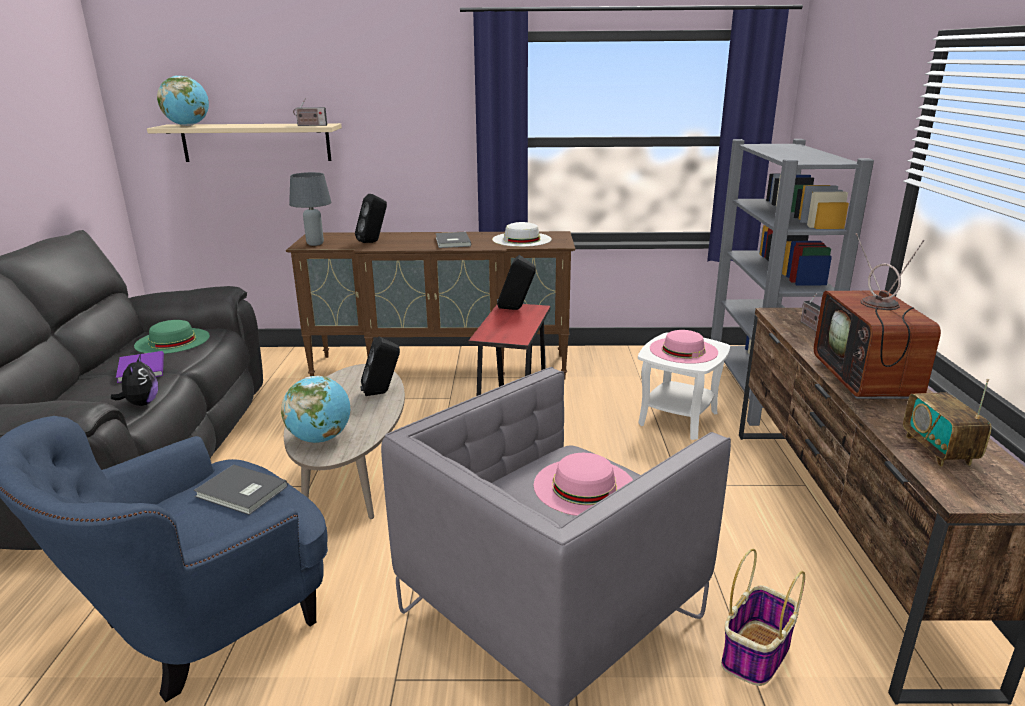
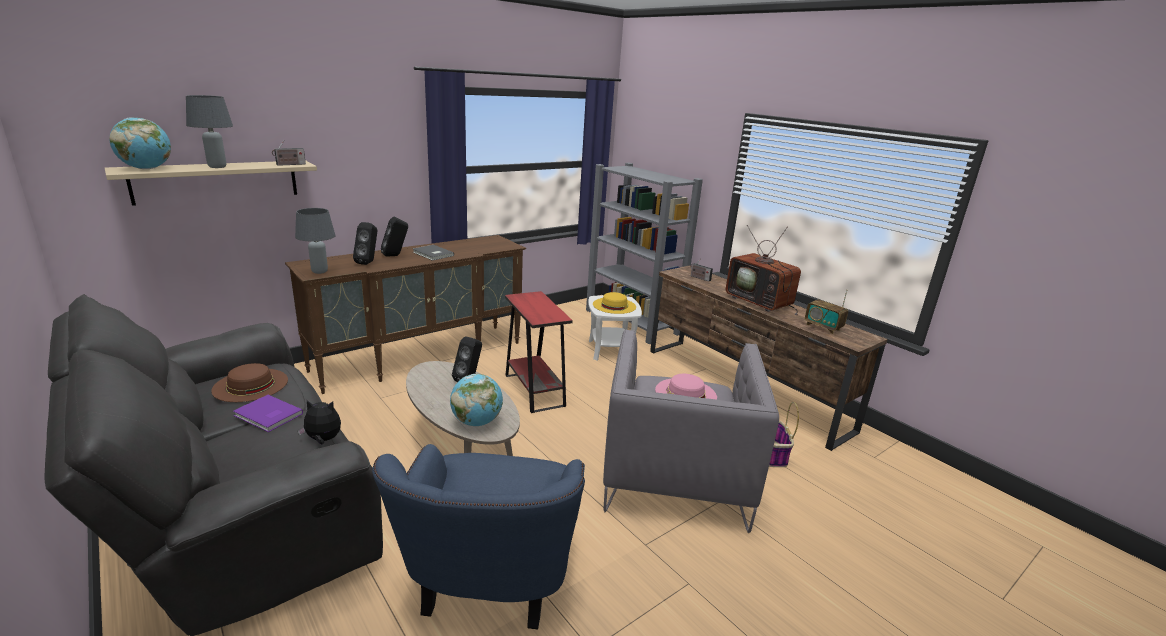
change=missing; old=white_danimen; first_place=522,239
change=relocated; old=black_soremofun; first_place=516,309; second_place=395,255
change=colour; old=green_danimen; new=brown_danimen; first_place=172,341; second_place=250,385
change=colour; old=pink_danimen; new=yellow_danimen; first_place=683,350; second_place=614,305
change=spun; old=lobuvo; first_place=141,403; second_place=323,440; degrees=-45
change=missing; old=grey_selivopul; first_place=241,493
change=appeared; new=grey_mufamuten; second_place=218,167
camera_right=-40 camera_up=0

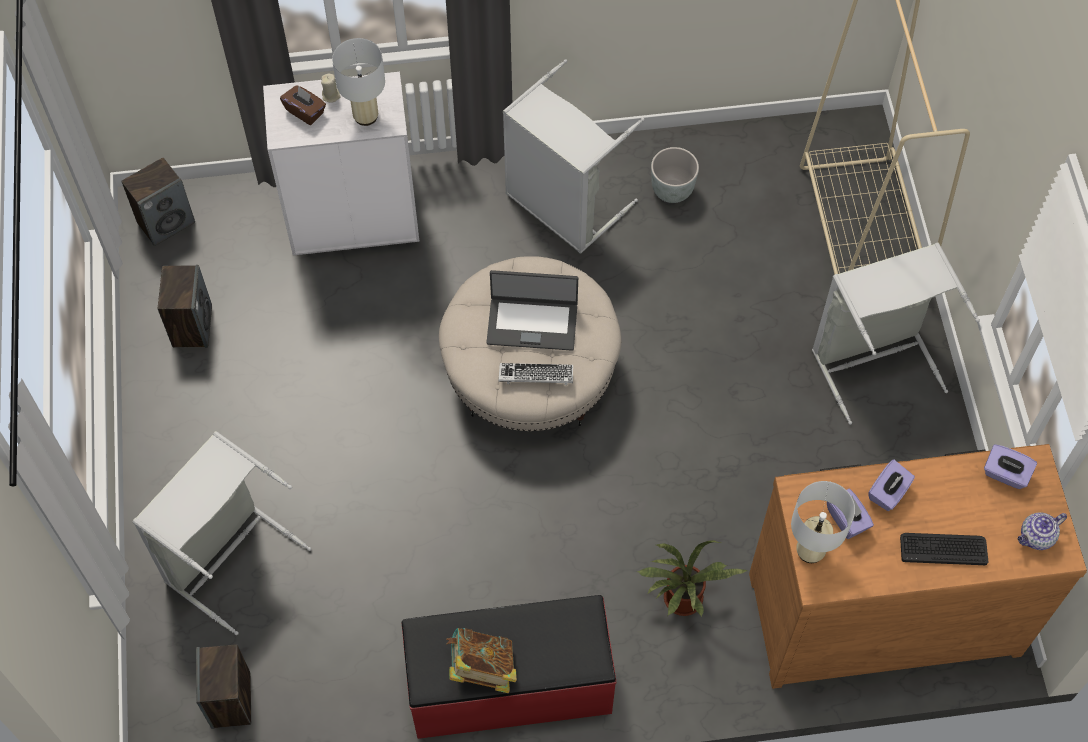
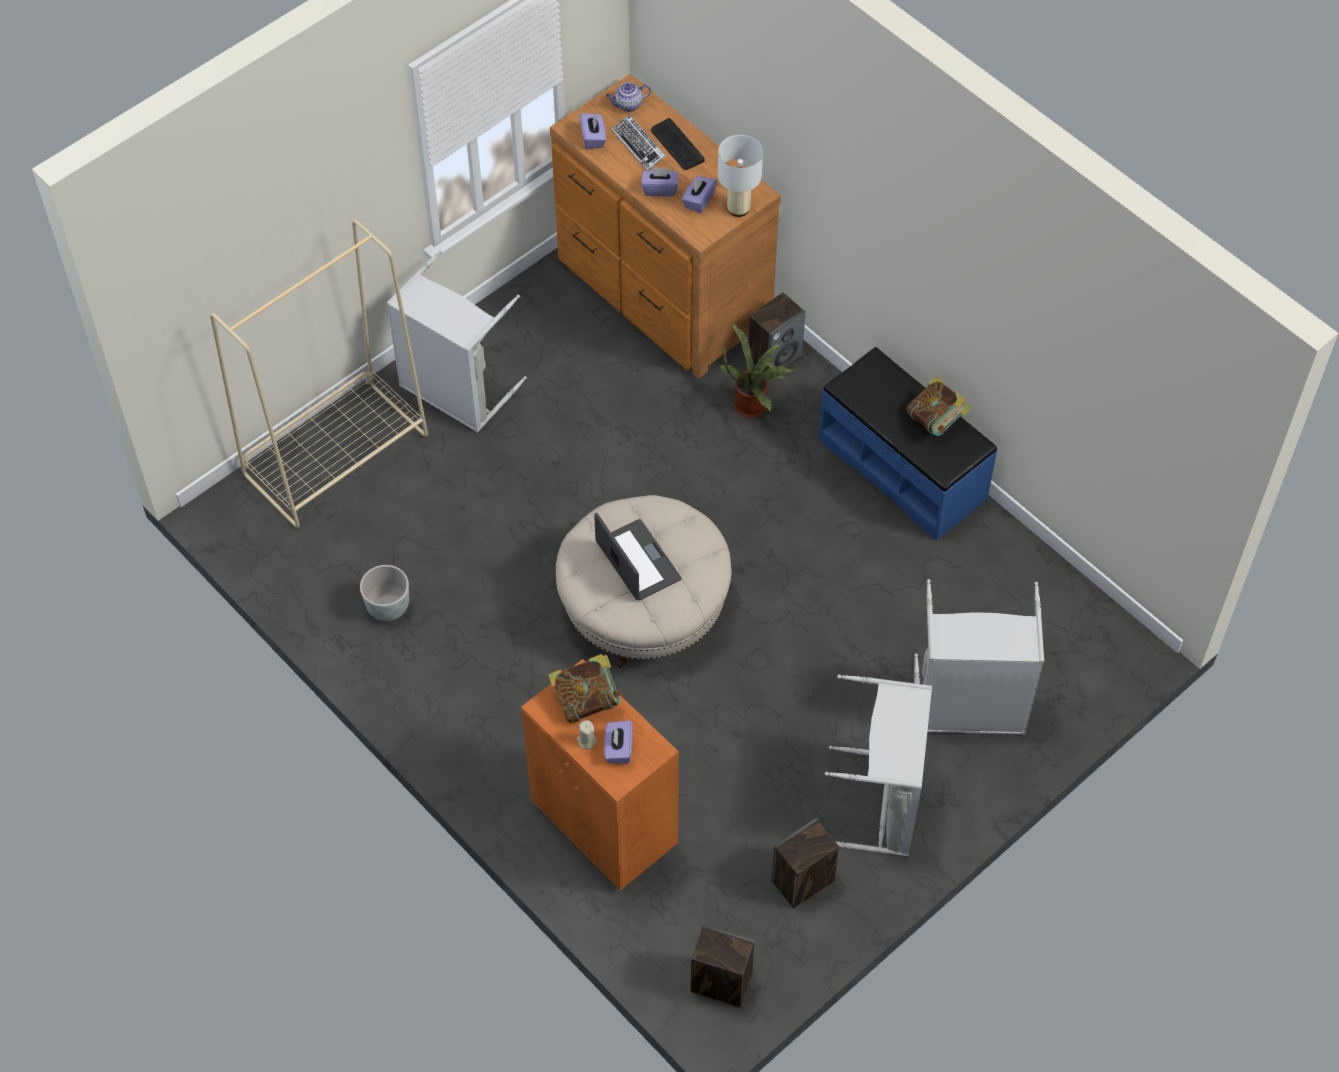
change=exchanged; old=white_mufamuten; new=selivopul; first_place=366,116; second_place=587,700
change=relocated; old=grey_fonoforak; first_place=562,206; second_place=883,803
change=colour; old=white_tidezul; new=orange_tidezul; first_place=356,223; second_place=602,825
change=colour; old=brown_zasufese; new=purple_zasufese; first_place=305,111; second_place=618,749
change=relocated; old=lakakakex; first_place=536,376; second_place=639,145
change=spun; old=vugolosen; first_place=1036,537; second_place=628,105; degrees=135
change=colour; old=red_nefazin; new=blue_nefazin; first_place=510,686; second_place=903,468
change=relocated; old=soremofun; first_place=231,700; second_place=774,357
camera_right=-125 camera_up=-5

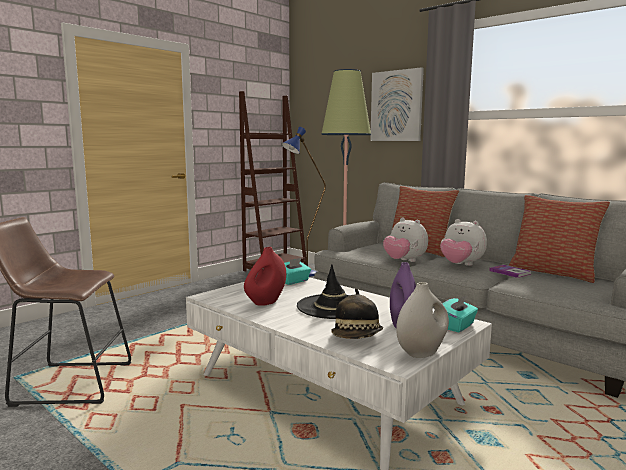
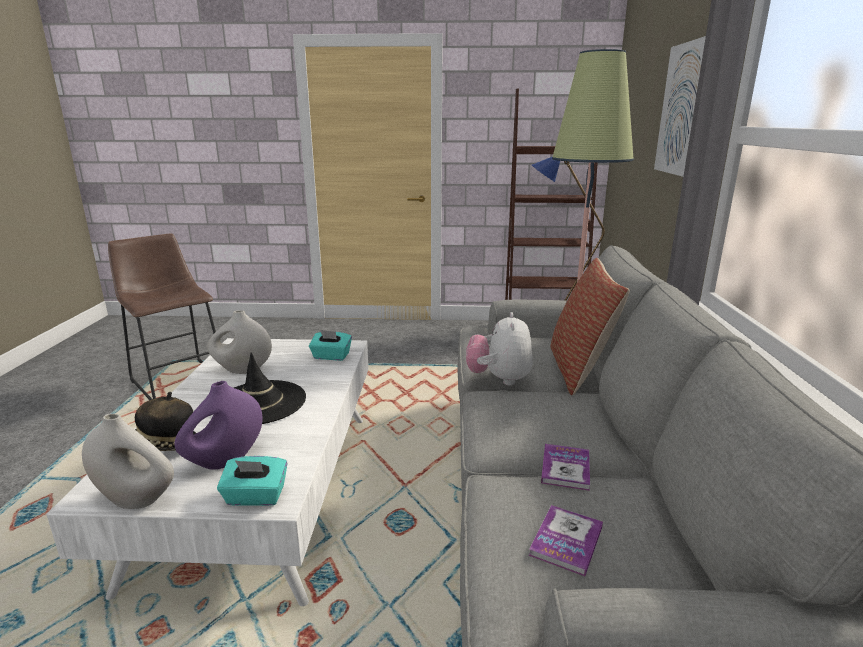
change=missing; old=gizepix; first_place=553,272
change=missing; old=lobuvo; first_place=461,265
change=colour; old=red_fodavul; new=white_fodavul; first_place=266,302; second_place=242,370
change=appeared; new=selivopul; second_place=566,541
camera_right=50 camera_up=10

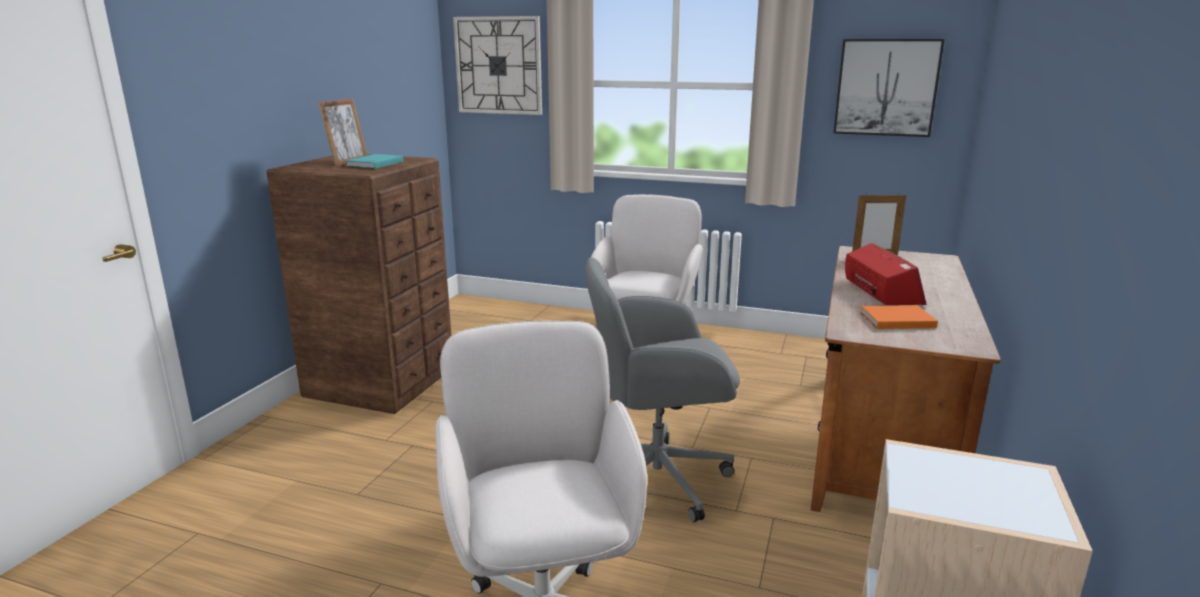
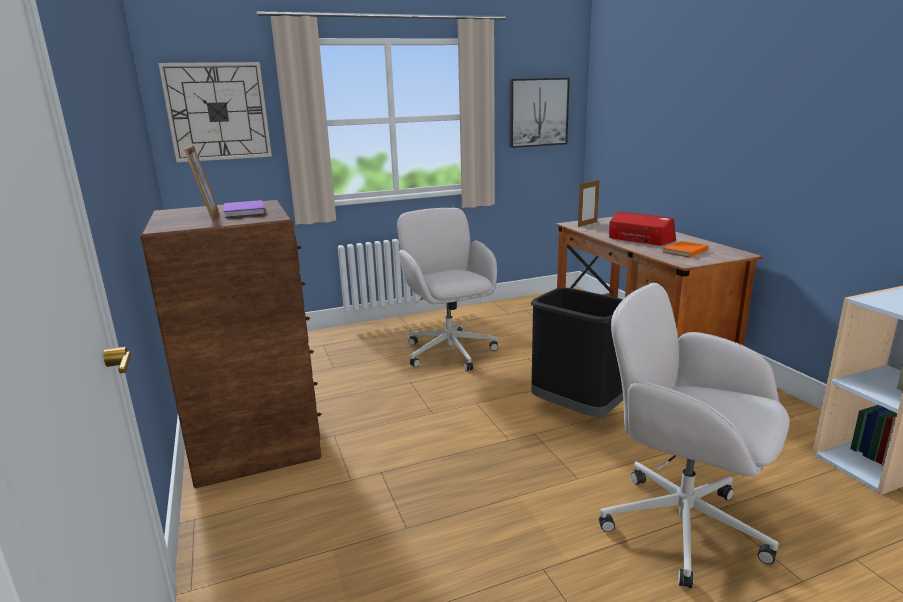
change=colour; old=turquoise_selivopul; new=purple_selivopul; first_place=373,164; second_place=243,212
change=exchanged; old=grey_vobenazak; new=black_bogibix; first_place=657,479; second_place=576,411
camera_right=-40 camera_up=0

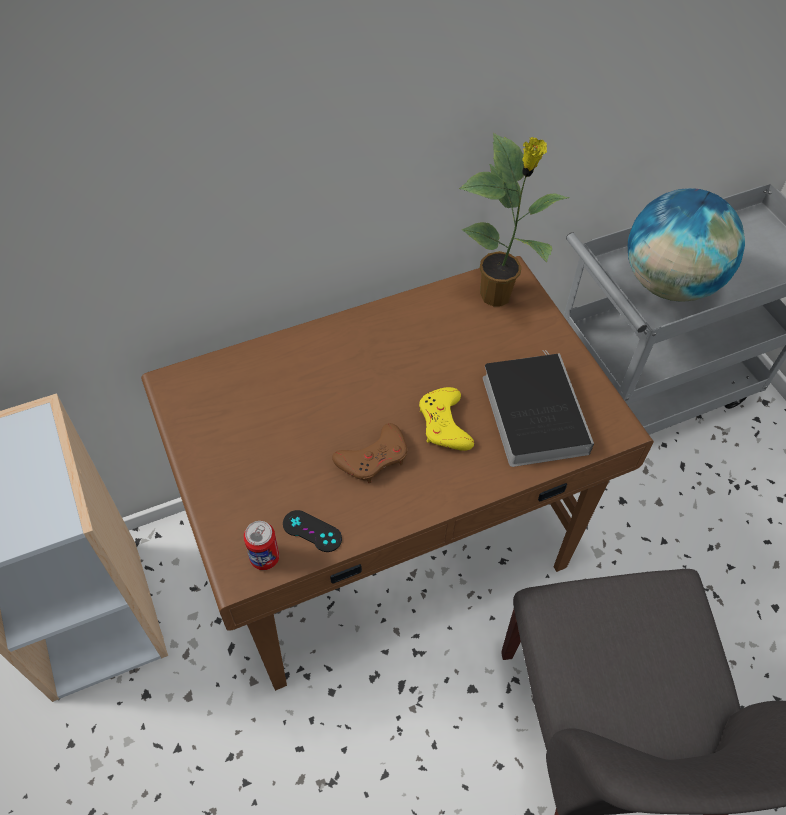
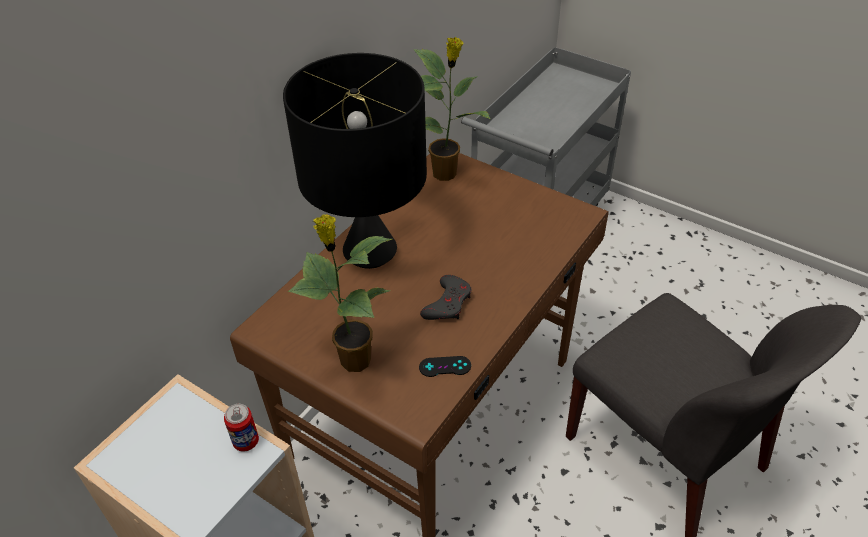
change=missing; old=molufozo; first_place=669,283
change=missing; old=selivopul; first_place=532,411
change=missing; old=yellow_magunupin; first_place=444,424
change=colour; old=brown_magunupin; new=grey_magunupin; first_place=373,458; second_place=448,303
change=relocated; old=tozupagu; first_place=264,558; second_place=246,441
change=appeared; new=black_mufamuten; second_place=370,253
change=appeared; new=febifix; second_place=353,360
camera_right=-30 camera_up=-10

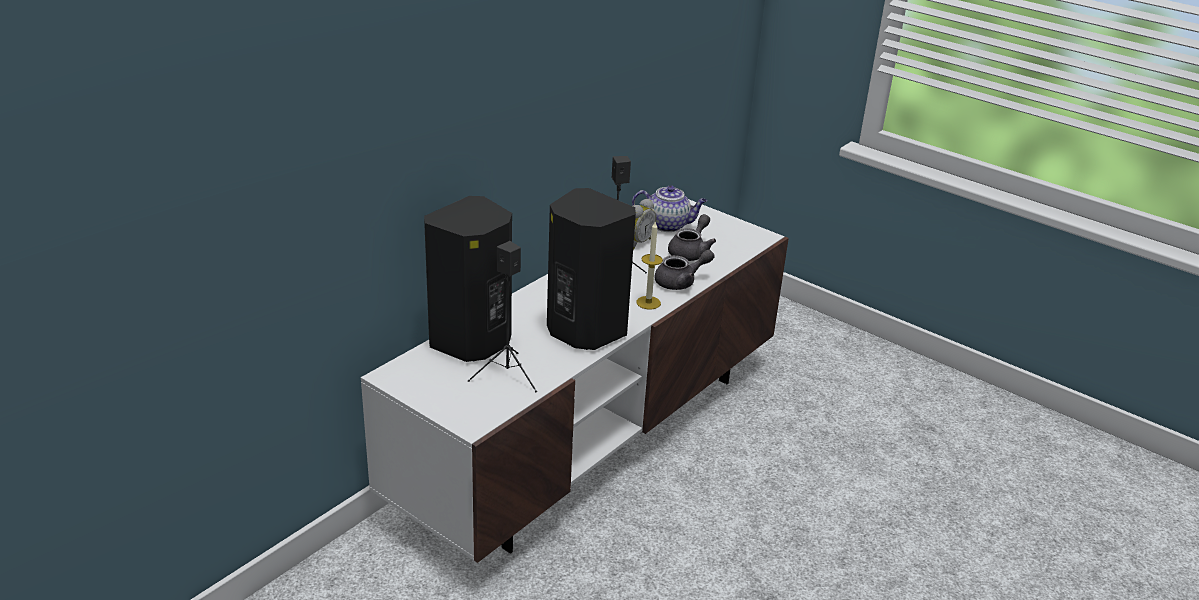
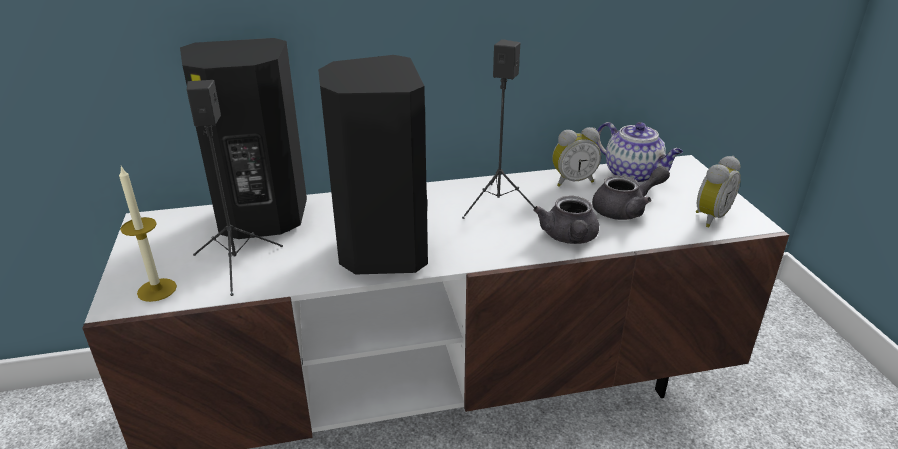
change=relocated; old=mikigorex; first_place=648,302; second_place=157,290
change=spun; old=grey_vugolosen; first_place=681,282; second_place=569,238; degrees=75
change=appeared; new=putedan; second_place=708,217
camera_right=40 camera_up=0

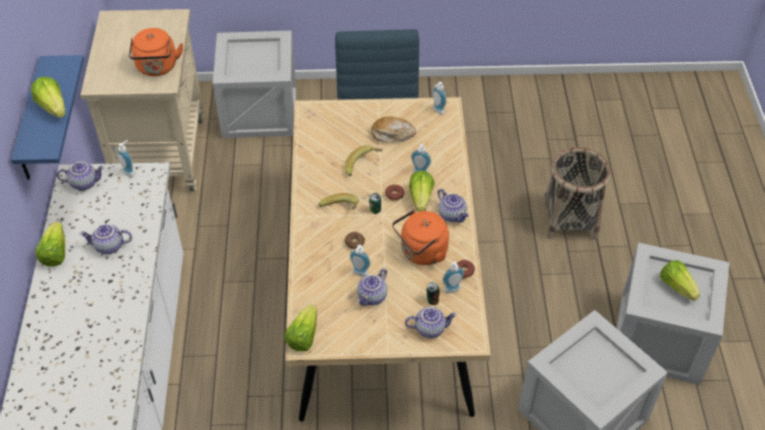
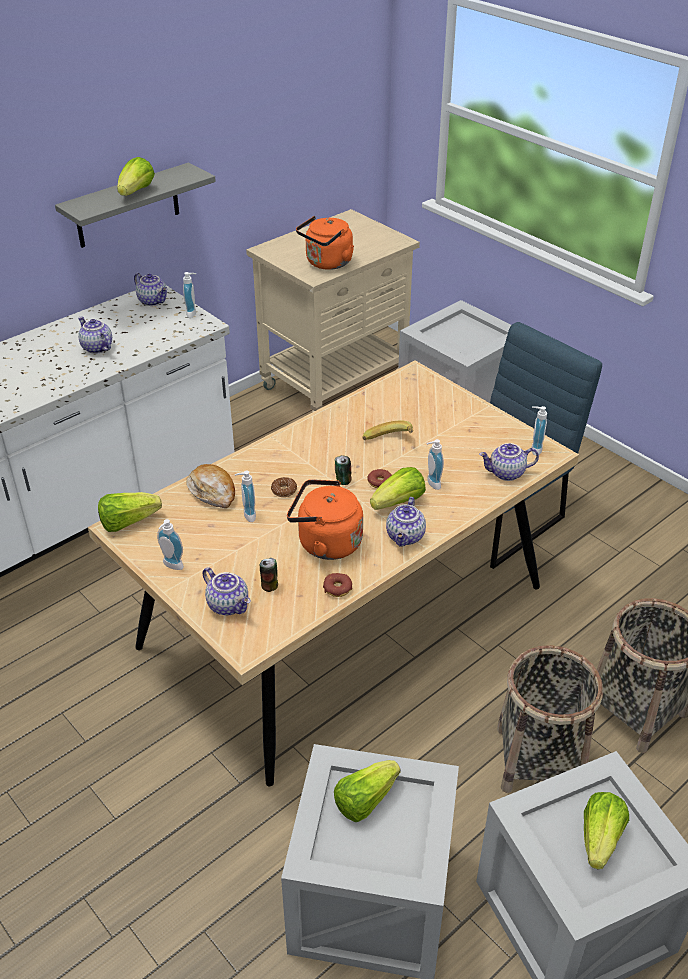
change=colour; old=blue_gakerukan; new=grey_gakerukan; first_place=32,122; second_place=127,206
change=relocated; old=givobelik; first_place=392,134; second_place=213,492
change=missing; old=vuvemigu; first_place=340,211
change=relocated; old=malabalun; first_place=55,253; second_place=365,800
change=relocated; old=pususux; first_place=453,291; second_place=171,566
change=relocated; old=vugolosen; first_place=372,297; second_place=506,474
change=appeared; new=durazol; second_place=538,760
camera_right=50 camera_up=-10

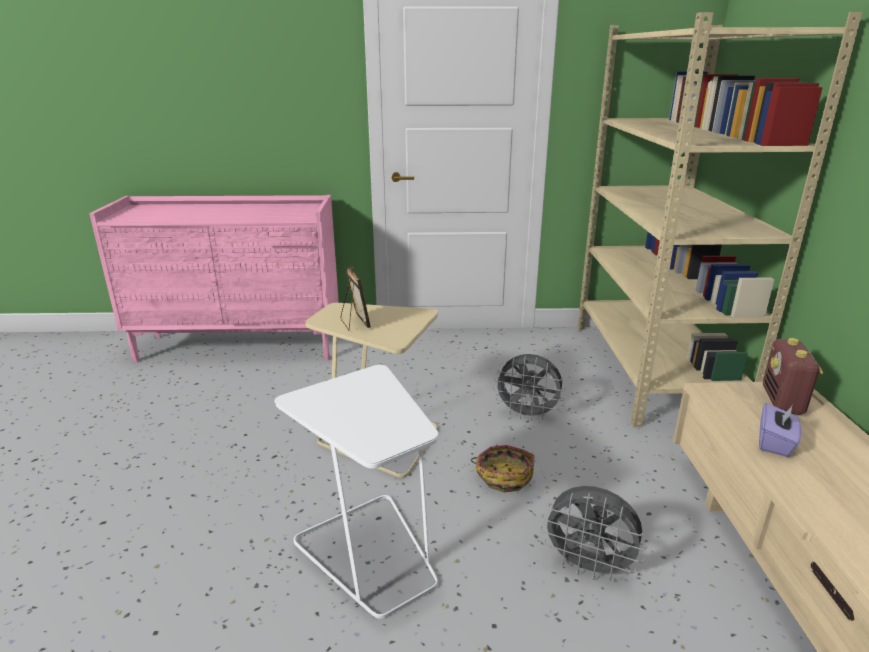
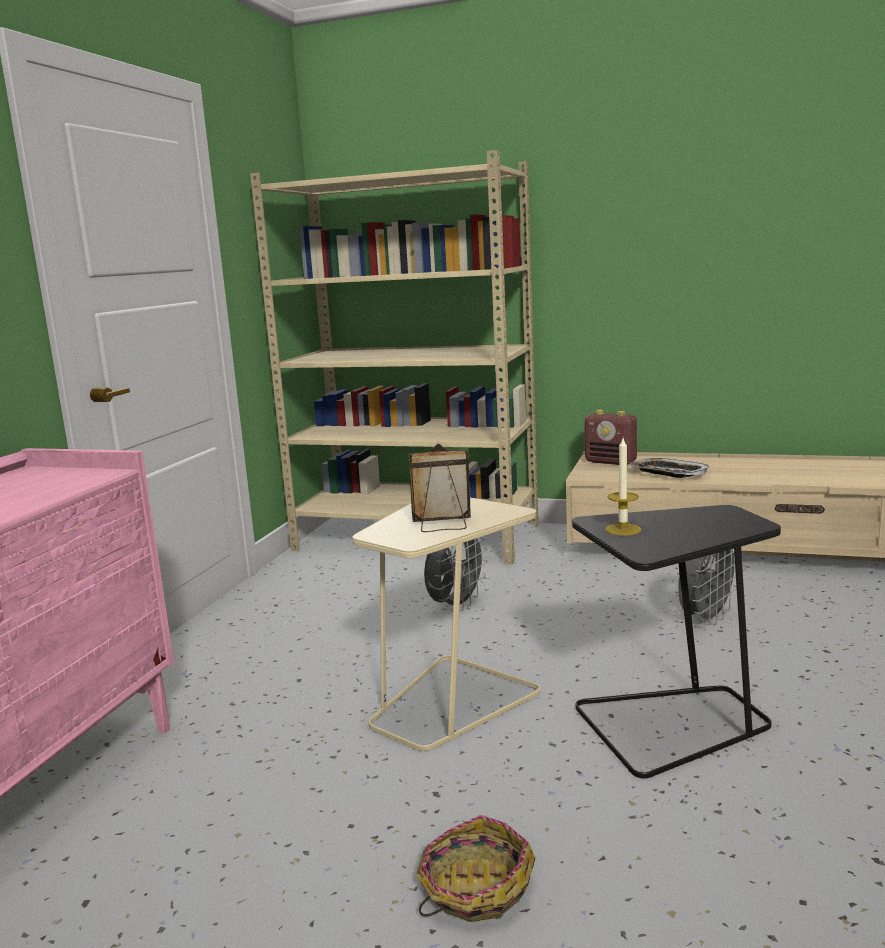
change=colour; old=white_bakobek; new=black_bakobek; first_place=371,554; second_place=672,725
change=exchanged; old=purple_zasufese; new=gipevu; first_place=775,443; second_place=668,473
change=relocated; old=durazol; first_place=504,476; second_place=474,889
change=appeared; new=mikigorex; second_place=623,529
camera_right=-70 camera_up=-10

